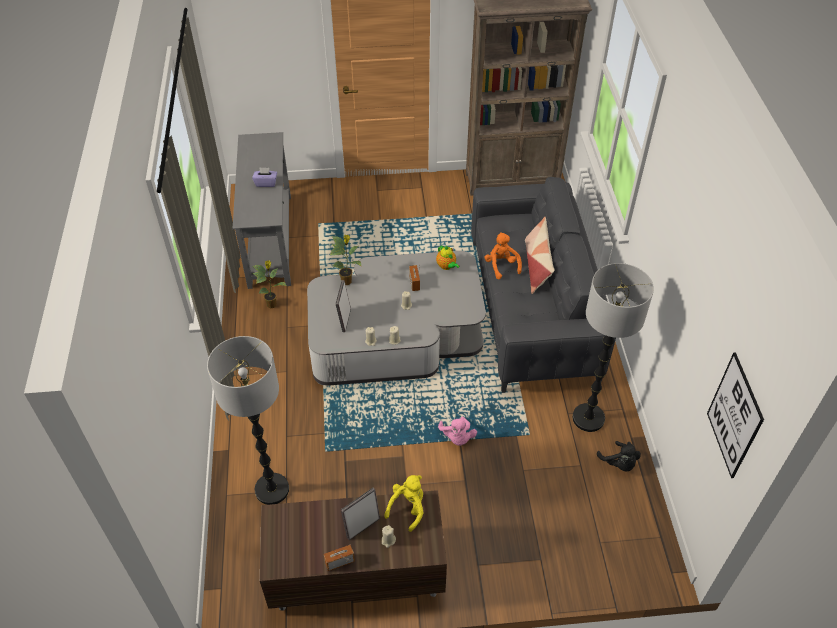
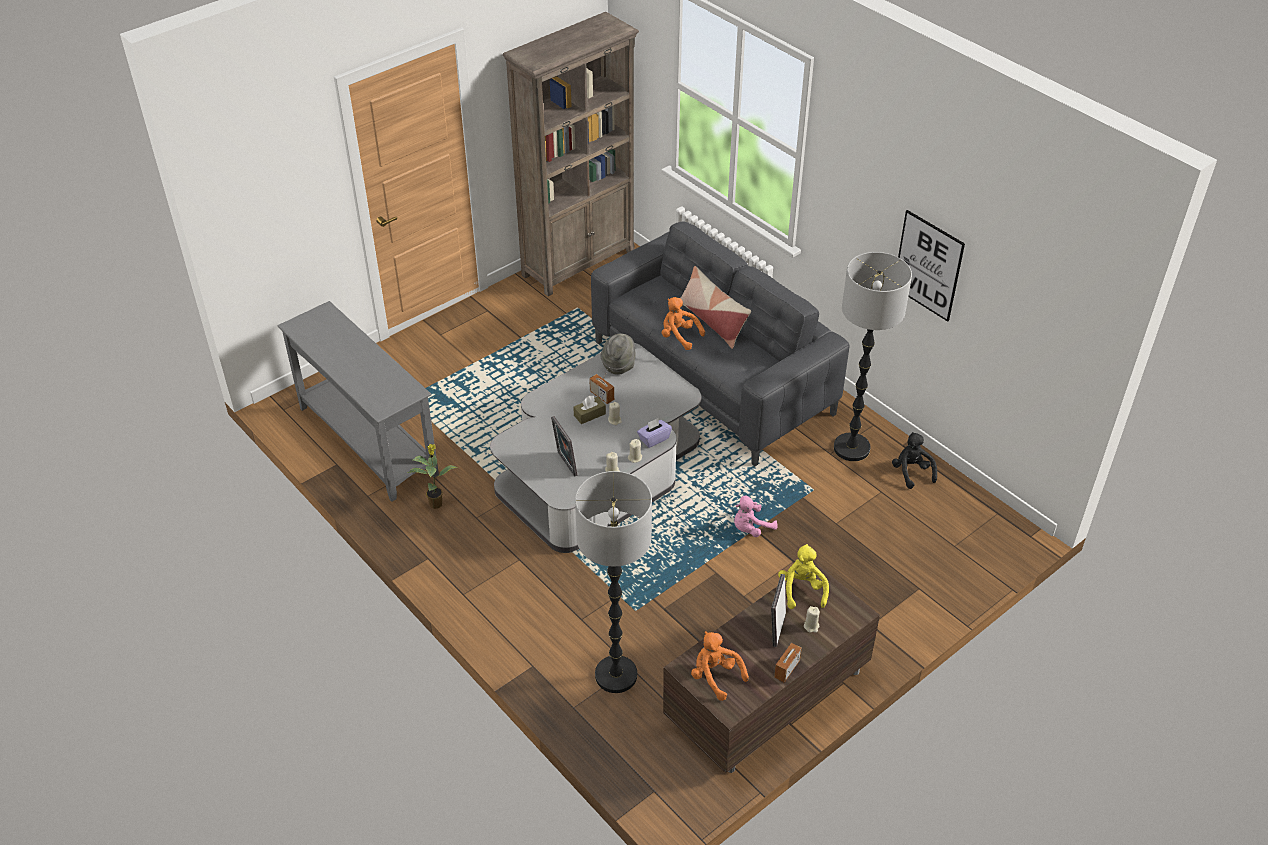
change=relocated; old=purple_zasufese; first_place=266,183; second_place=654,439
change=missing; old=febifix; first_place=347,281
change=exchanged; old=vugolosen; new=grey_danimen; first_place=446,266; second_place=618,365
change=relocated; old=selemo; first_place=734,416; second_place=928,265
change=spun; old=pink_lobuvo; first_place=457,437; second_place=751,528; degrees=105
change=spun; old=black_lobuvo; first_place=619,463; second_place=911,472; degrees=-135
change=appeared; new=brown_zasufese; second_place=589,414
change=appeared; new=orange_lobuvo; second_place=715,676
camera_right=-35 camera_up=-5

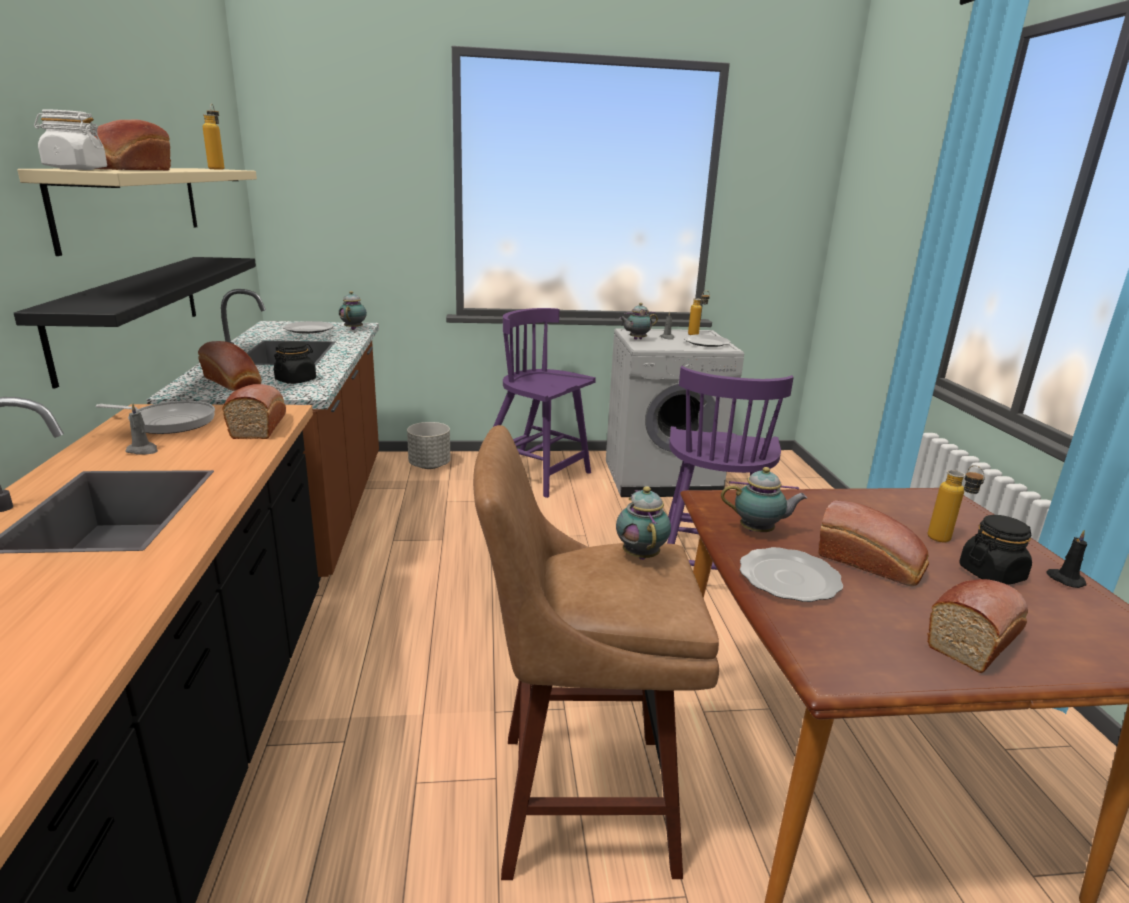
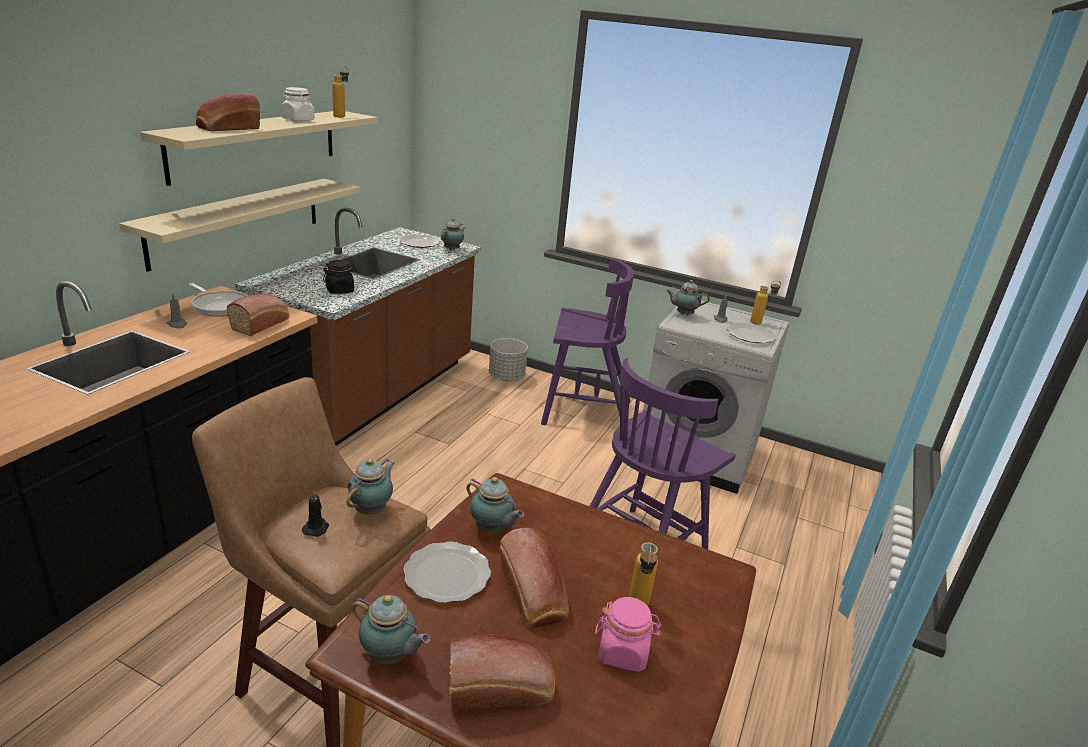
change=relocated; old=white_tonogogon; first_place=75,169; second_place=298,120
change=colour; old=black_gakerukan; new=beige_gakerukan; first_place=131,312; second_place=238,221
change=spun; old=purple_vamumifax; first_place=535,473; second_place=584,412; degrees=120
change=missing; old=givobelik; first_place=233,382
change=colour; old=black_tonogogon; new=pink_tonogogon; first_place=991,574; second_place=623,652
change=relocated; old=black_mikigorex; first_place=1064,579; second_place=316,528
change=appeared; new=vugolosen; second_place=390,657
camera_right=30 camera_up=5

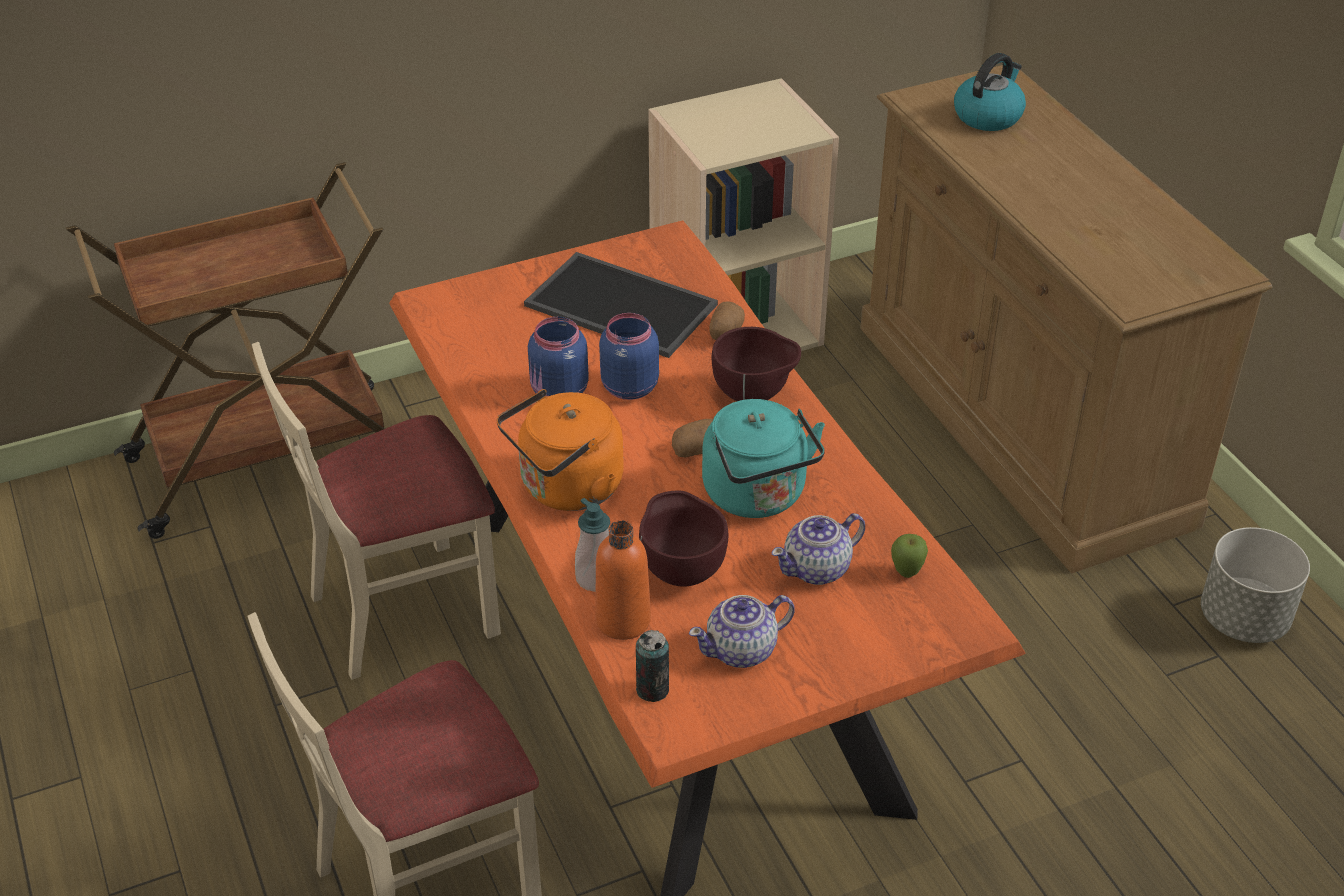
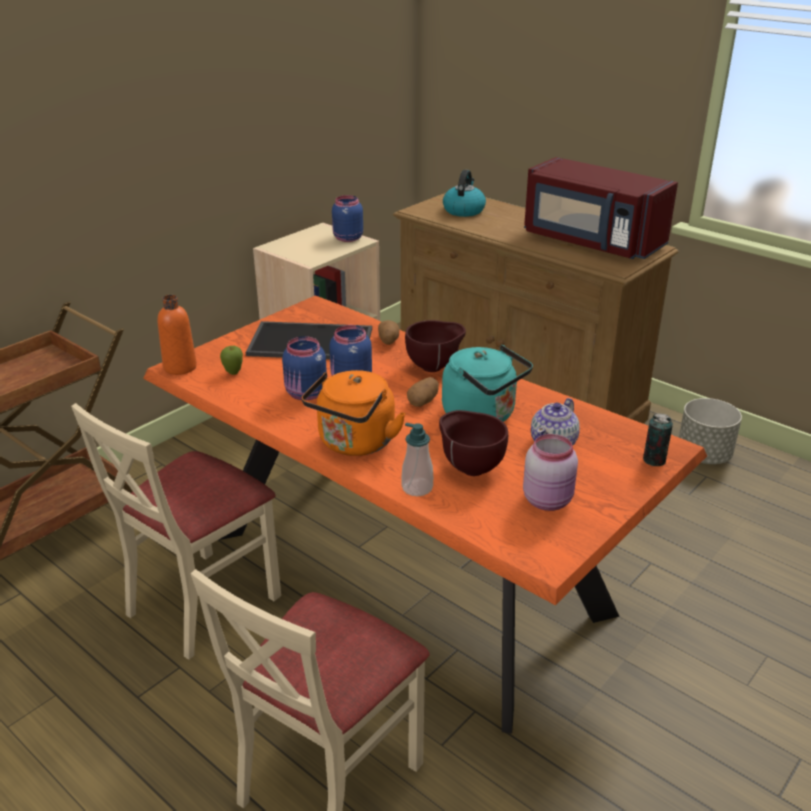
change=relocated; old=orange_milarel; first_place=623,620; second_place=180,367
change=relocated; old=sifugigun; first_place=906,573; second_place=233,373
change=exchanged; old=vugolosen; new=pink_tonogogon; first_place=742,650; second_place=549,500
change=relocated; old=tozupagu; first_place=652,690; second_place=654,460
change=appeared; new=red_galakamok; second_place=591,242
change=appeared; new=blue_tonogogon; second_place=347,238
camera_right=-25 camera_up=-10

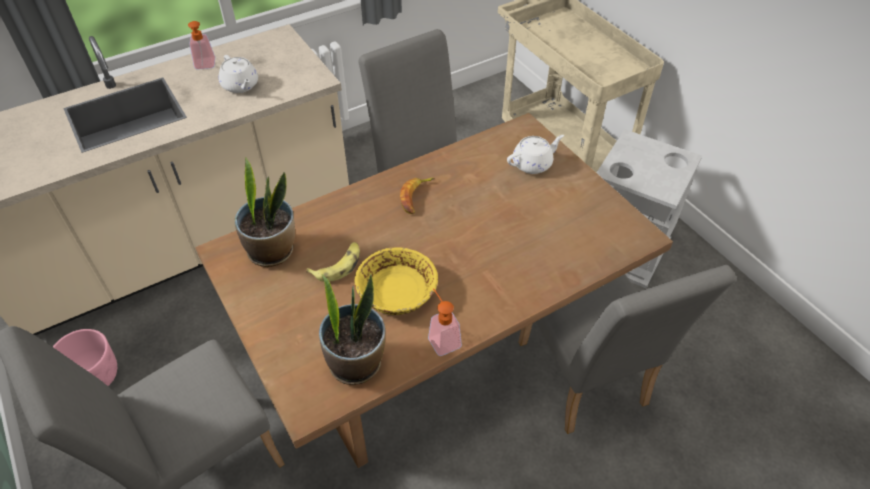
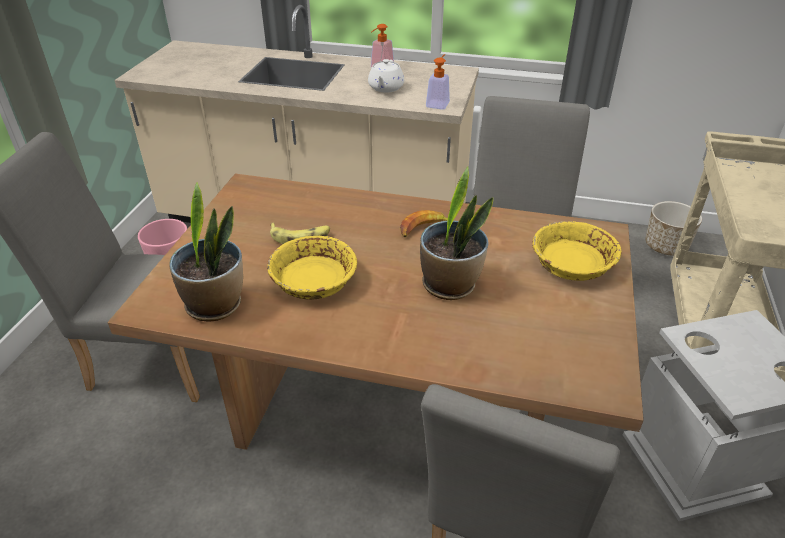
change=exchanged; old=white_vugolosen; new=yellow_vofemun; first_place=533,164; second_place=572,263
change=relocated; old=febifix; first_place=272,251; second_place=450,285
change=relocated; old=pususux; first_place=442,338; second_place=438,103
change=appeared; new=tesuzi; second_place=666,246
camera_right=45 camera_up=-10

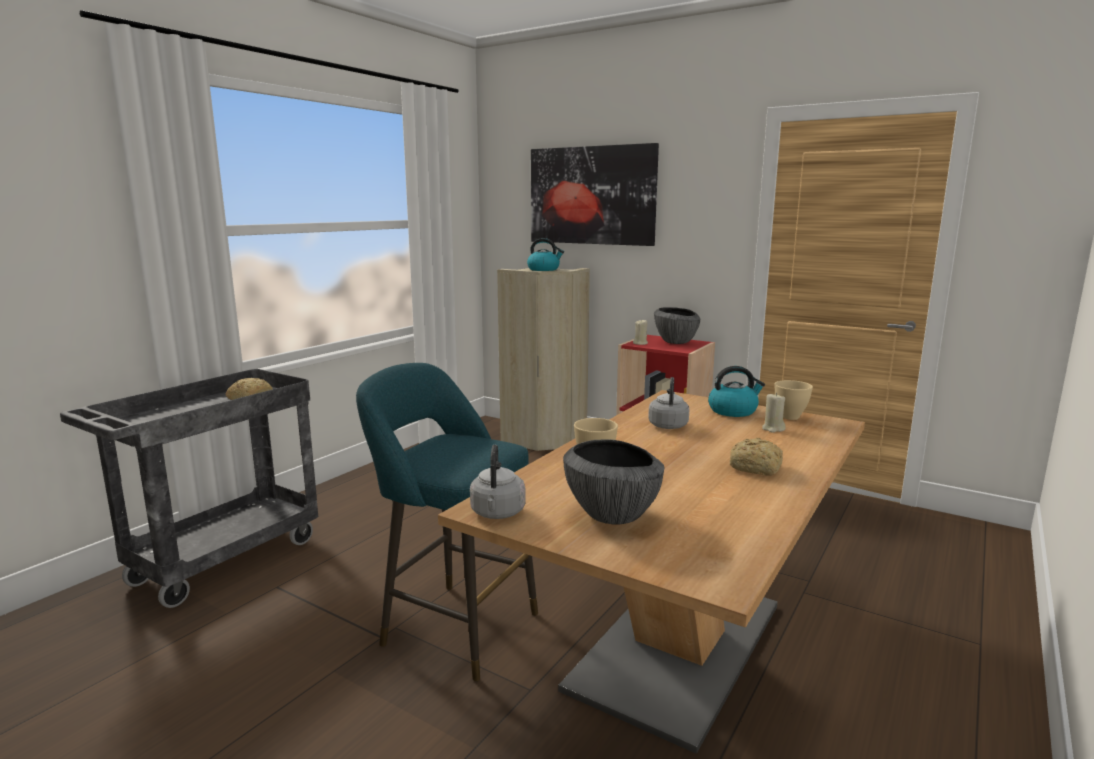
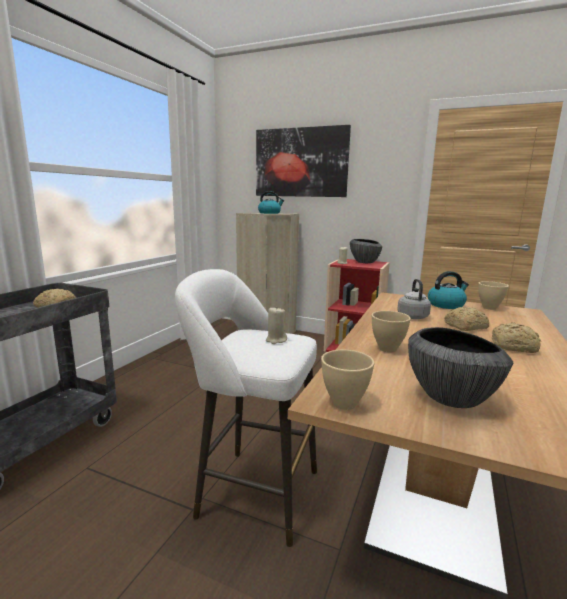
change=colour; old=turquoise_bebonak; new=white_bebonak; first_place=453,626; second_place=252,491
change=relocated; old=beige_mikigorex; first_place=773,429; second_place=276,340
change=exchanged; old=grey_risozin; new=beige_vofemun; first_place=497,513; second_place=345,404
change=appeared; new=givobelik; second_place=464,327
camera_right=-10 camera_up=0

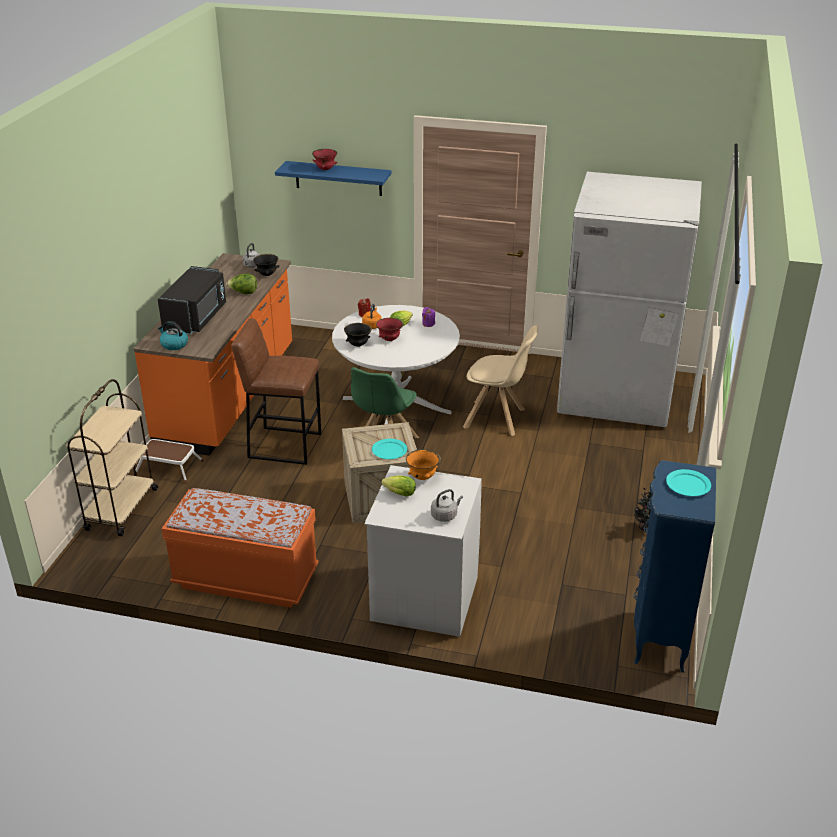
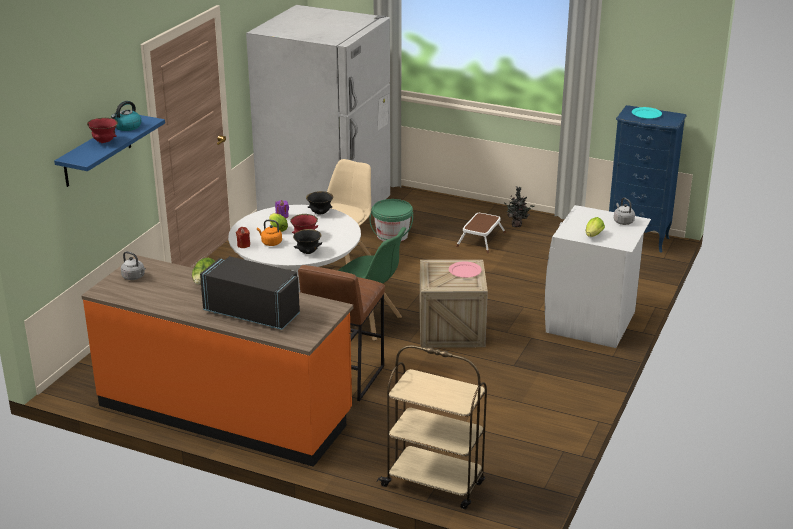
change=relocated; old=black_vofemun; first_place=267,274; second_place=320,213
change=relocated; old=risozin; first_place=174,345; second_place=127,127
change=relocated; old=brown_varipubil; first_place=169,467; second_place=480,239
change=colour; old=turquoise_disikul; new=pink_disikul; first_place=389,451; second_place=465,271
change=missing; old=orange_vofemun; first_place=423,477
change=missing; old=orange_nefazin; first_place=246,579
change=appeared; new=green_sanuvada; second_place=392,235
camera_right=-80 camera_up=-5

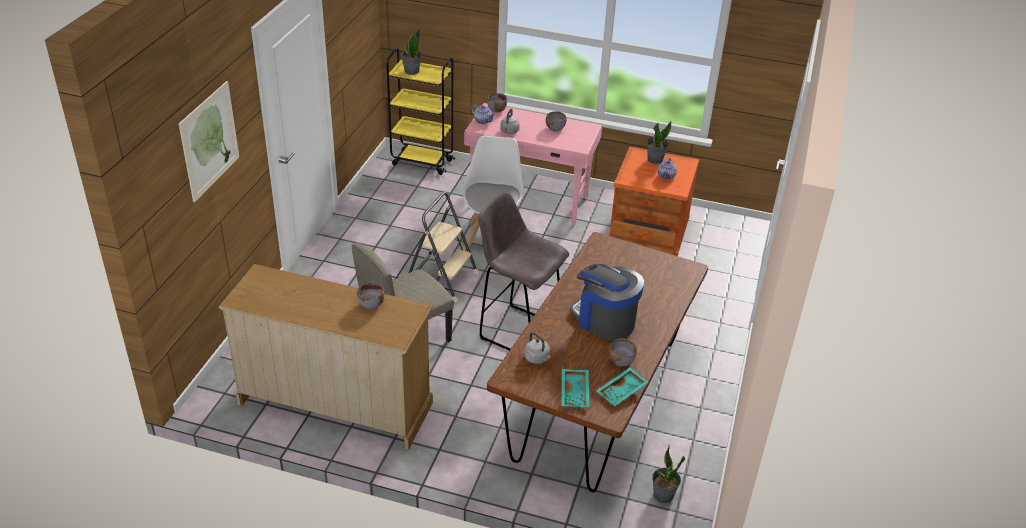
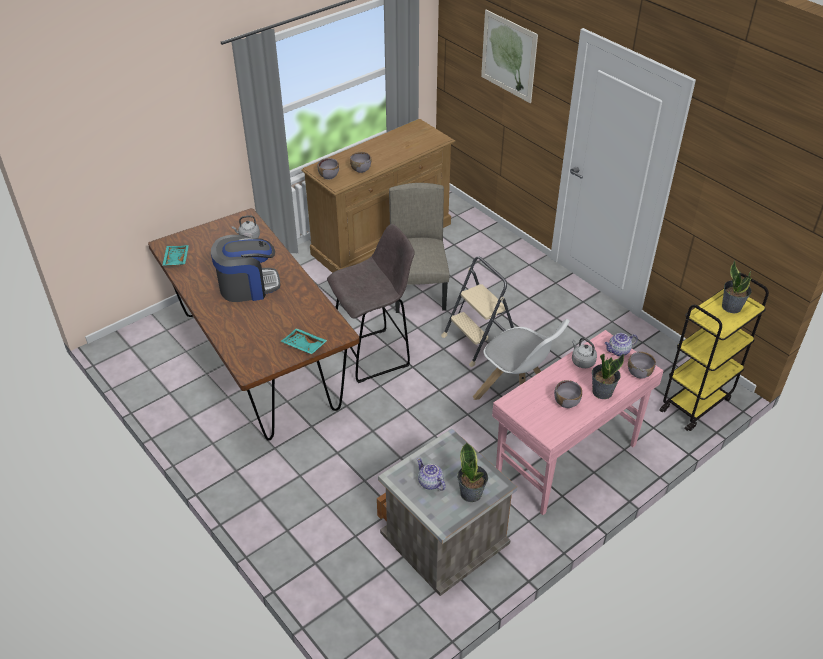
change=colour; old=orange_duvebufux; new=grey_duvebufux; first_place=649,232; second_place=439,534
change=relocated; old=grey_vofemun; first_place=621,361; second_place=329,176
change=relocated; old=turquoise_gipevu; first_place=575,393; second_place=303,346
change=relocated; old=febifix; first_place=663,495; second_place=602,391
camera_right=125 camera_up=5

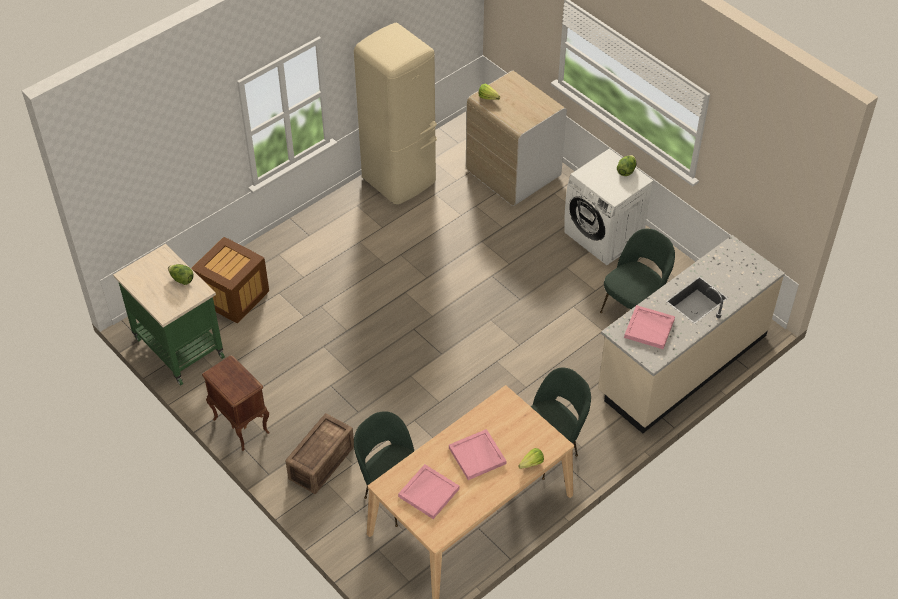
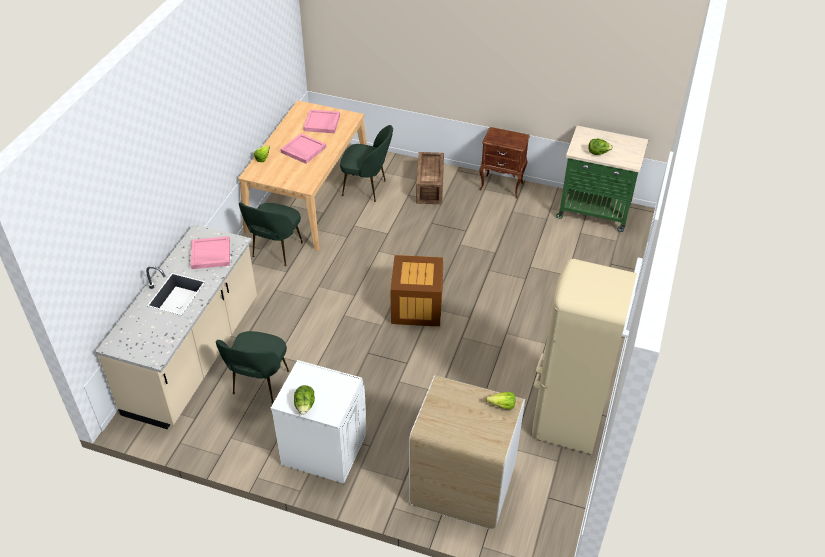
change=relocated; old=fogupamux; first_place=233,296; second_place=416,307
camera_right=150 camera_up=-5

